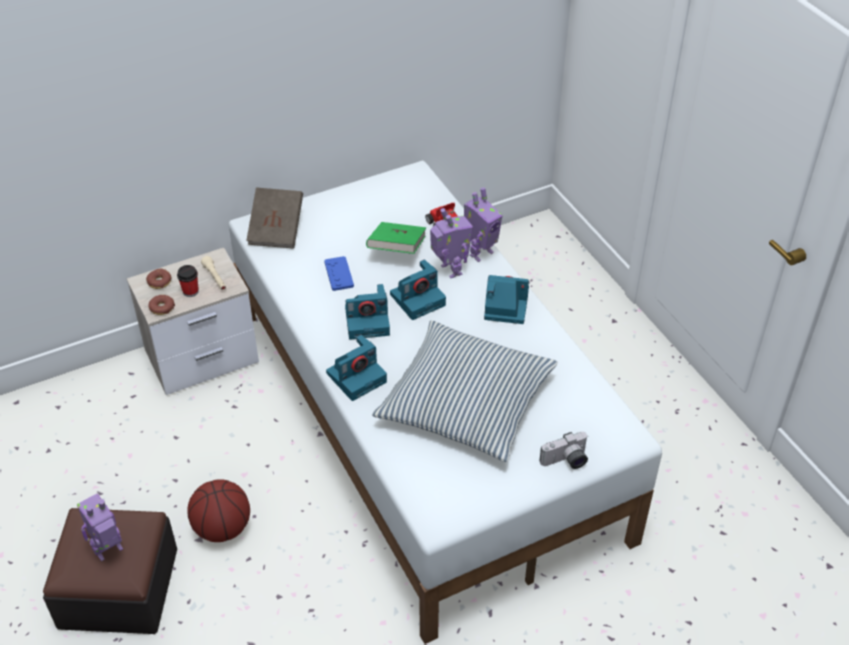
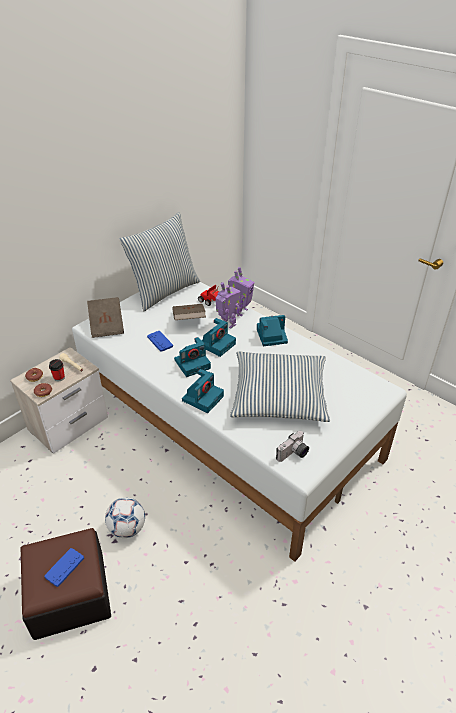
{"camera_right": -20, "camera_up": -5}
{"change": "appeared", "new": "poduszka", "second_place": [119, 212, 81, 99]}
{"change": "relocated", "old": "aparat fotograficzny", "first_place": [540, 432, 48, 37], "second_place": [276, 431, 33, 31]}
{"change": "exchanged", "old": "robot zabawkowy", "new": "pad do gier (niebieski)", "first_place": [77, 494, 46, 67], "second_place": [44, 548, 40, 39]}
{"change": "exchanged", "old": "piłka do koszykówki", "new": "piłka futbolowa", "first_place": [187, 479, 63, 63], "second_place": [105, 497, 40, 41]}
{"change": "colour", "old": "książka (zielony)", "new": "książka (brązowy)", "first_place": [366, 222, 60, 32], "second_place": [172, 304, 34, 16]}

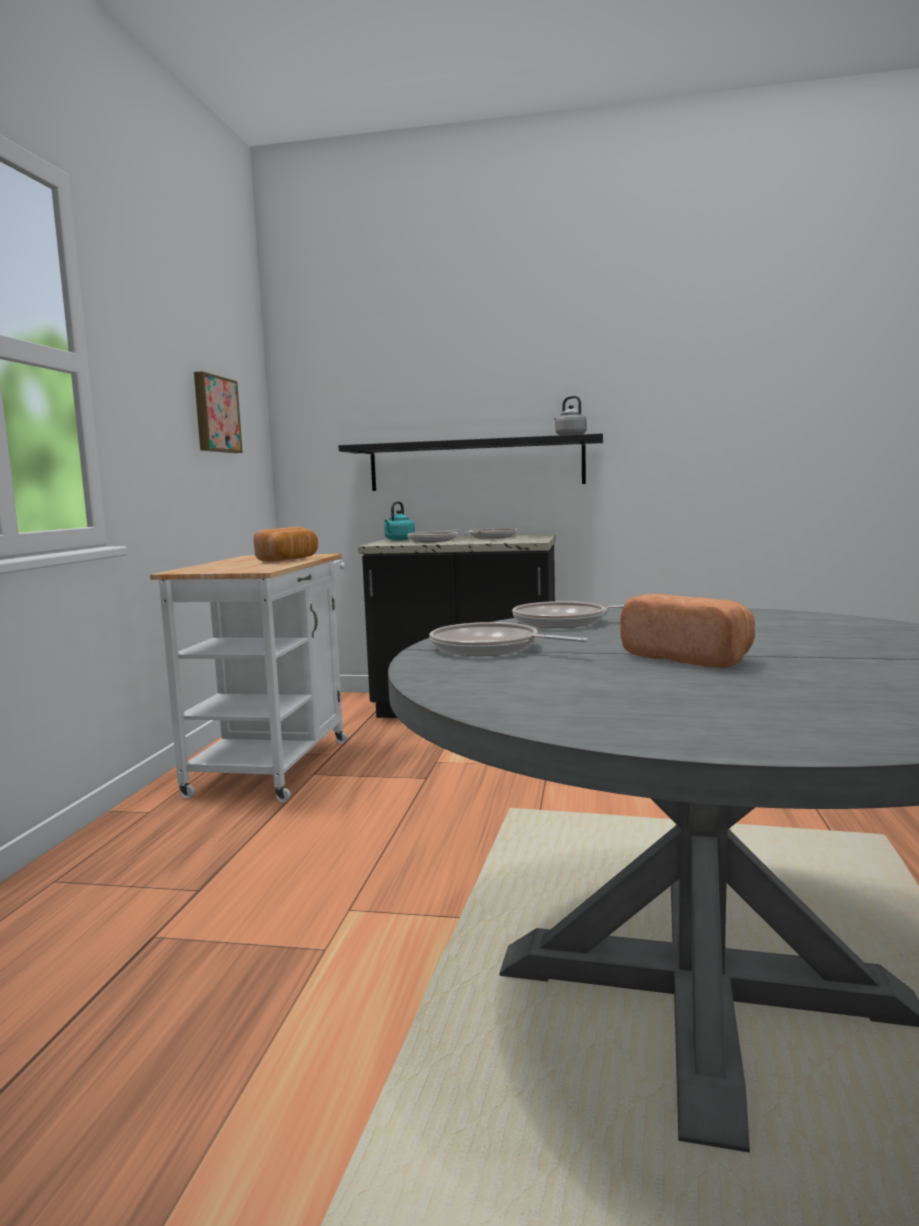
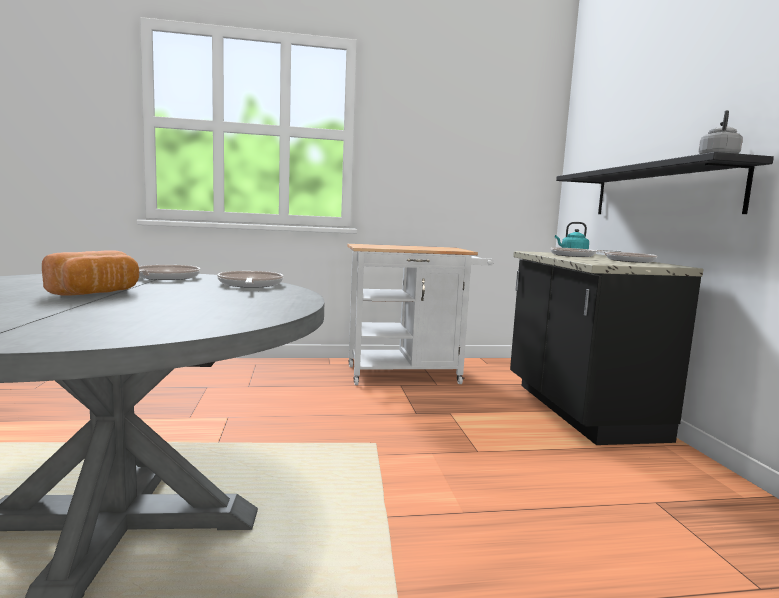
{"camera_right": 70, "camera_up": 0}
{"change": "missing", "old": "obraz", "first_place": [194, 371, 49, 82]}
{"change": "missing", "old": "chleb", "first_place": [254, 527, 64, 35]}

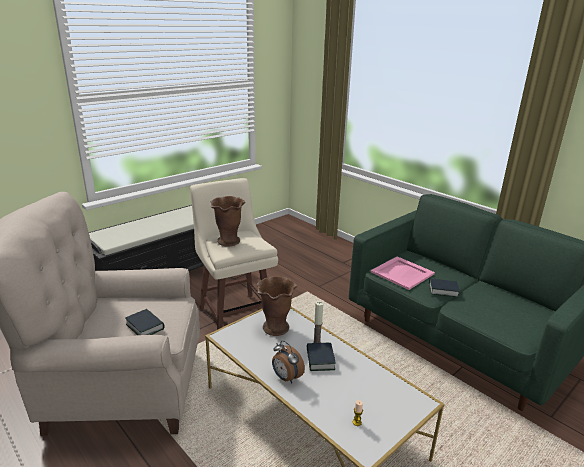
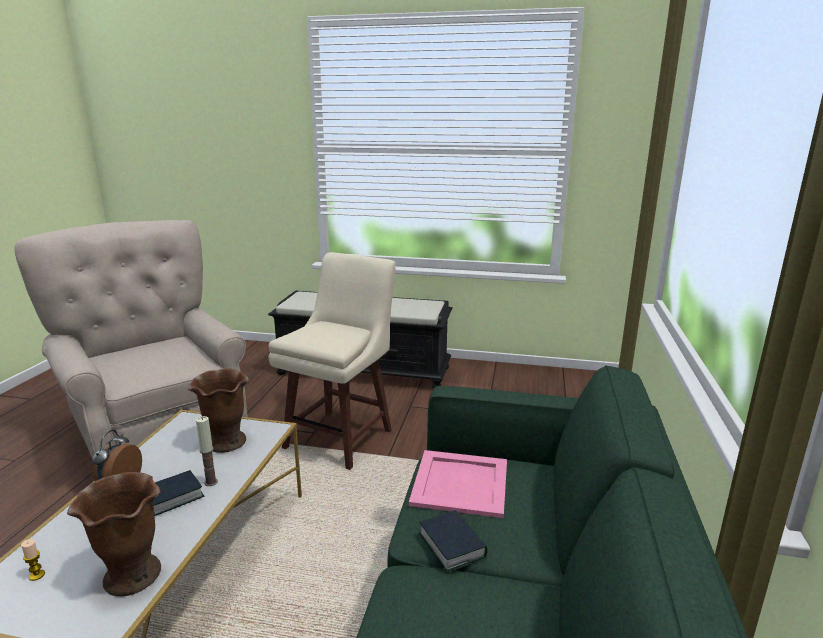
{"camera_right": 55, "camera_up": -5}
{"change": "missing", "old": "książka", "first_place": [125, 309, 39, 26]}
{"change": "relocated", "old": "wazon (brązowy)", "first_place": [210, 196, 35, 50], "second_place": [67, 472, 94, 124]}

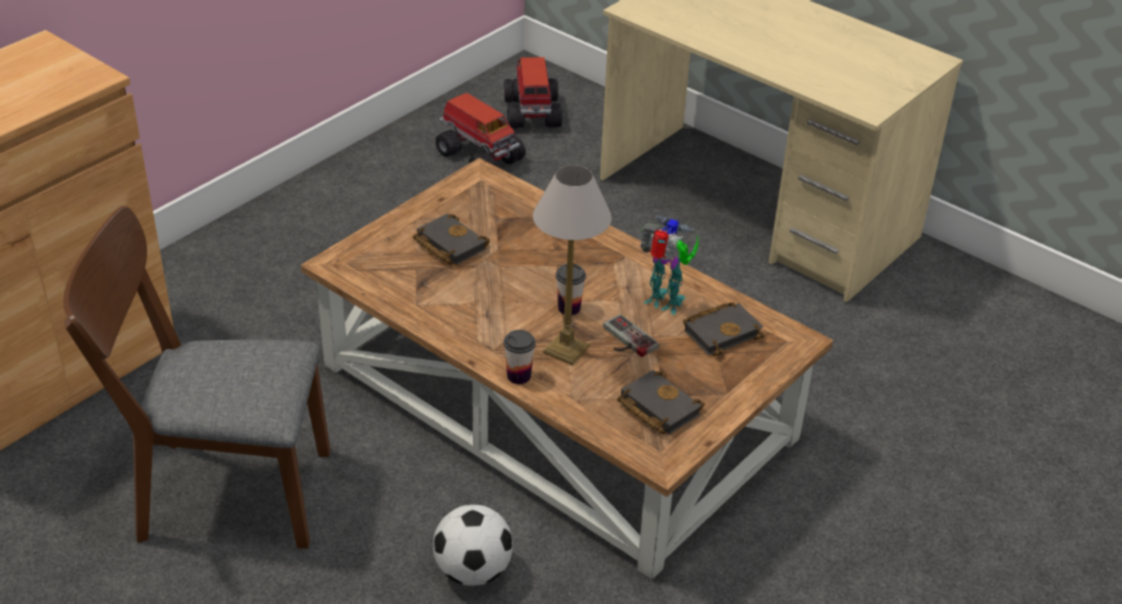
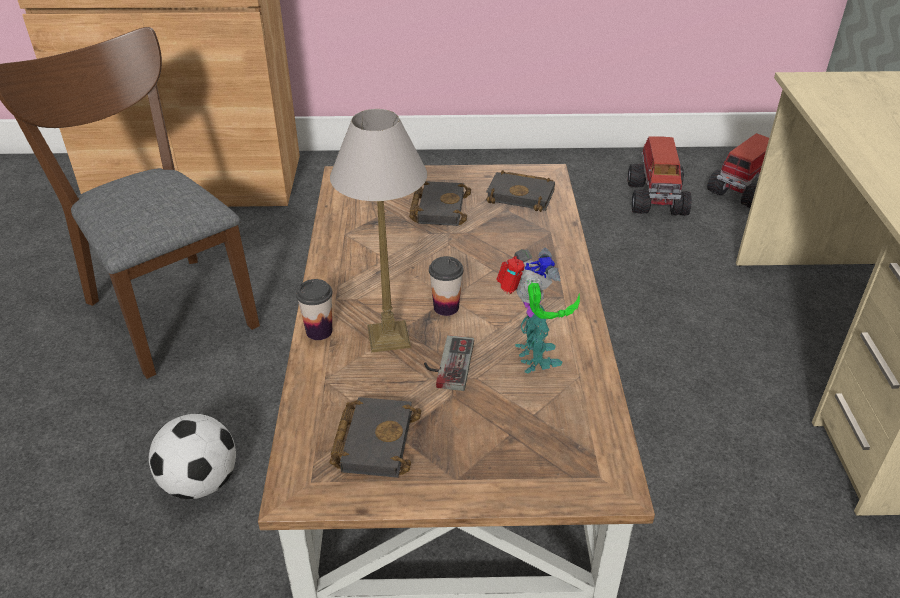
{"camera_right": 50, "camera_up": 0}
{"change": "relocated", "old": "książka (czarny)", "first_place": [683, 302, 82, 54], "second_place": [486, 170, 69, 42]}

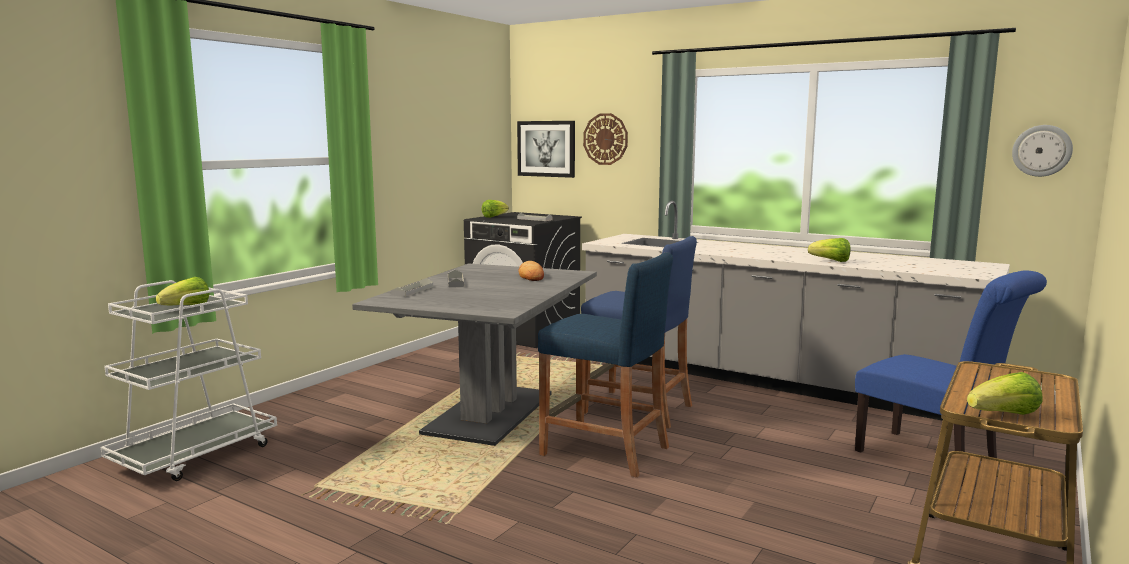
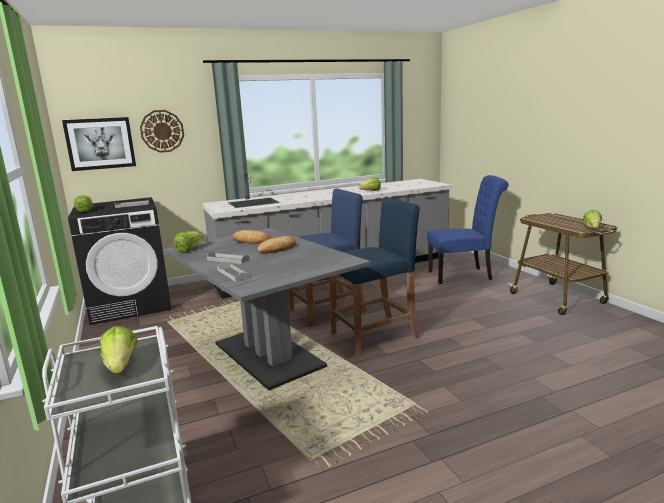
{"camera_right": -55, "camera_up": 5}
{"change": "missing", "old": "zegar ścienny", "first_place": [1012, 125, 61, 52]}
{"change": "appeared", "new": "sałata", "second_place": [173, 231, 30, 22]}
{"change": "appeared", "new": "chleb", "second_place": [257, 236, 39, 18]}

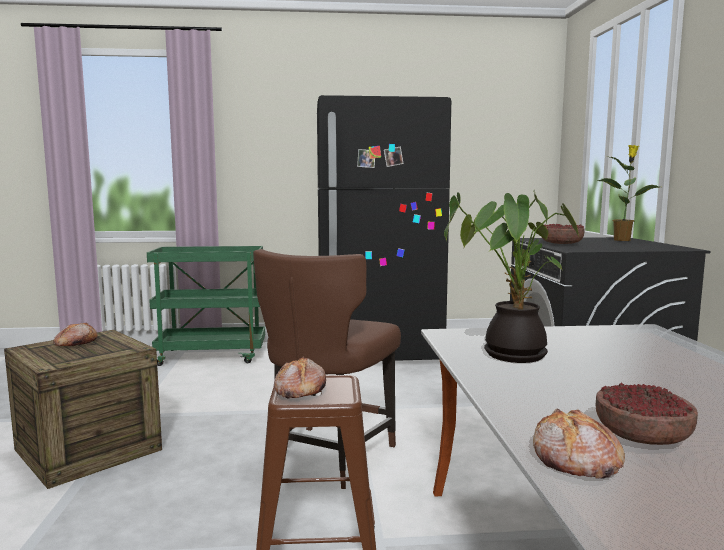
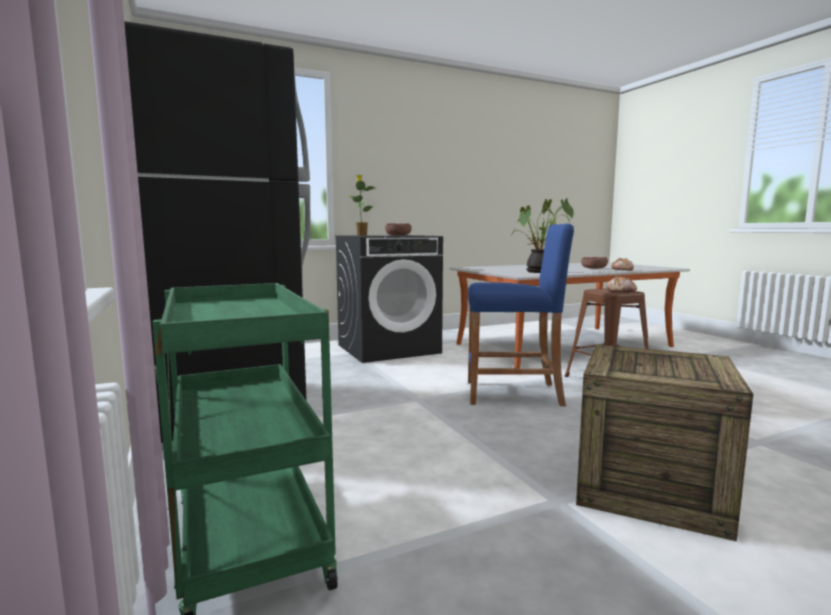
{"camera_right": -110, "camera_up": 0}
{"change": "missing", "old": "chleb", "first_place": [53, 322, 45, 24]}
{"change": "exchanged", "old": "krzesło (brązowy)", "new": "stołek (niebieski)", "first_place": [253, 249, 148, 240], "second_place": [468, 223, 106, 183]}

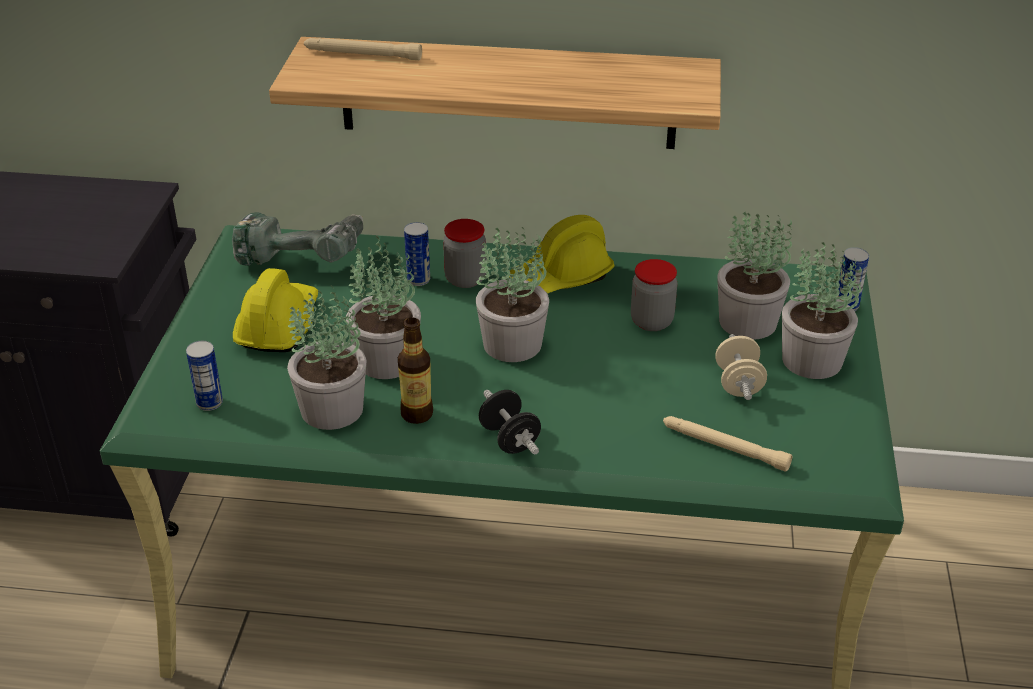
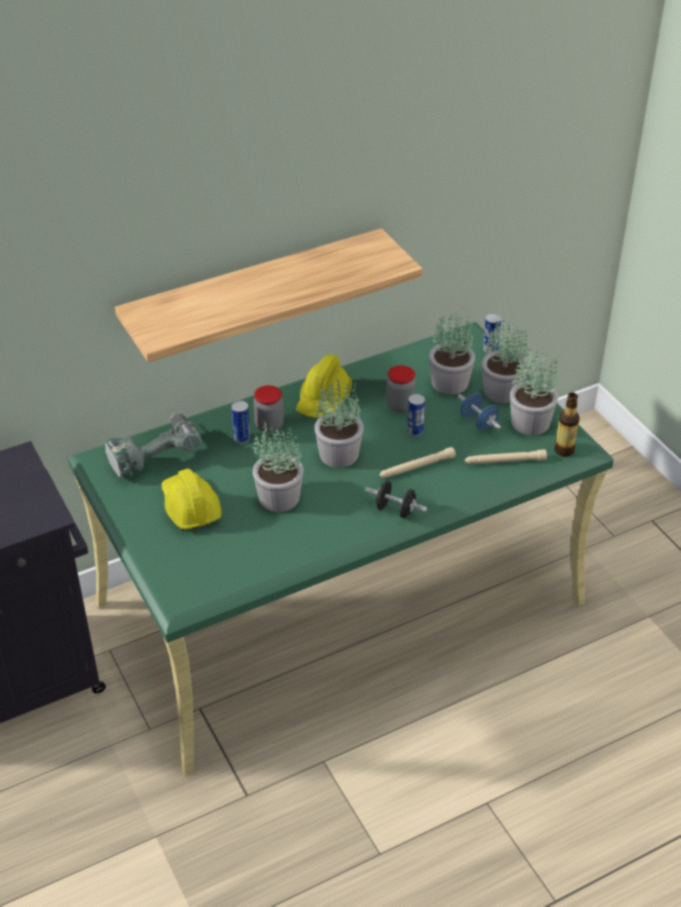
{"camera_right": -35, "camera_up": 5}
{"change": "relocated", "old": "puszka", "first_place": [186, 341, 37, 70], "second_place": [407, 394, 18, 43]}
{"change": "relocated", "old": "roślina doniczkowa", "first_place": [287, 286, 80, 144], "second_place": [510, 349, 48, 86]}
{"change": "relocated", "old": "latarka (beżowy)", "first_place": [304, 38, 118, 22], "second_place": [380, 447, 76, 31]}
{"change": "relocated", "old": "butelka", "first_place": [398, 317, 35, 107], "second_place": [554, 392, 26, 64]}
{"change": "colour", "old": "hantel (beżowy)", "new": "hantel (niebieski)", "first_place": [715, 334, 52, 66], "second_place": [458, 393, 43, 37]}

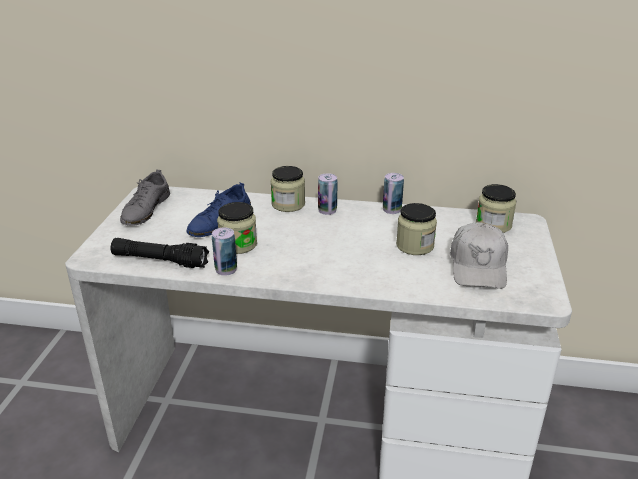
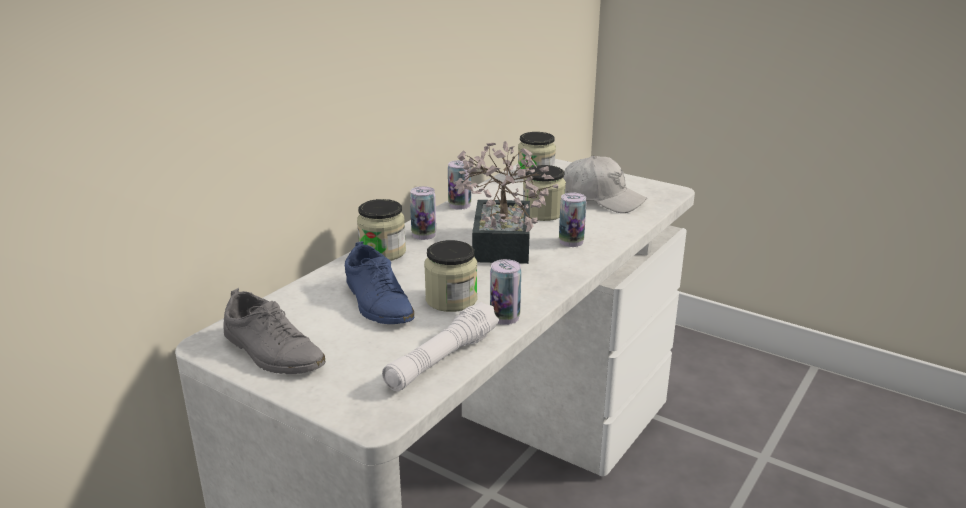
{"camera_right": -65, "camera_up": -5}
{"change": "appeared", "new": "roślina doniczkowa", "second_place": [454, 141, 105, 123]}
{"change": "appeared", "new": "puszka", "second_place": [559, 193, 28, 54]}
{"change": "colour", "old": "latarka (czarny)", "new": "latarka (biały)", "first_place": [110, 238, 99, 30], "second_place": [382, 302, 117, 89]}

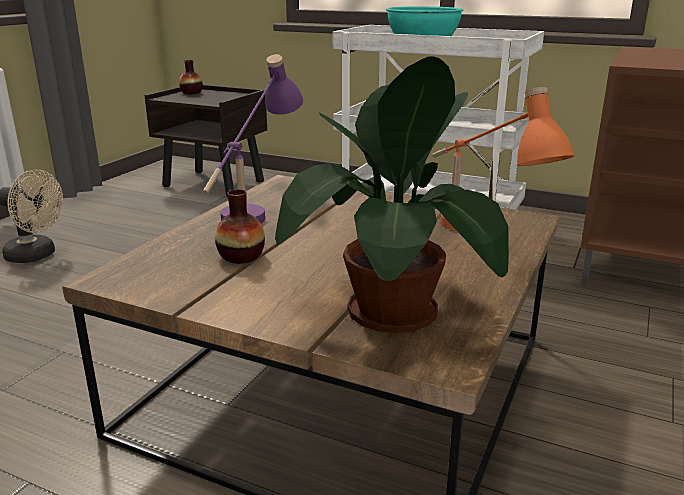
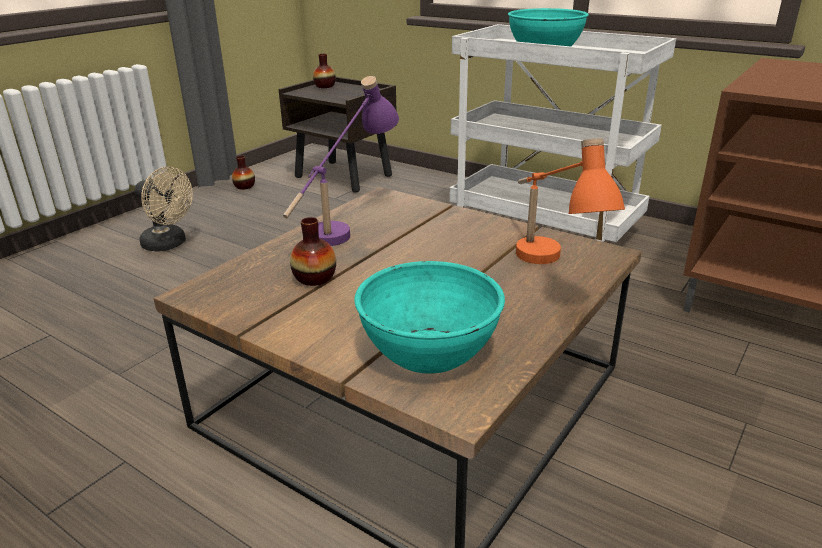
{"camera_right": 10, "camera_up": 5}
{"change": "appeared", "new": "wazon", "second_place": [232, 156, 23, 34]}
{"change": "exchanged", "old": "roślina doniczkowa", "new": "miska (turkusowy)", "first_place": [275, 57, 234, 276], "second_place": [355, 261, 150, 113]}

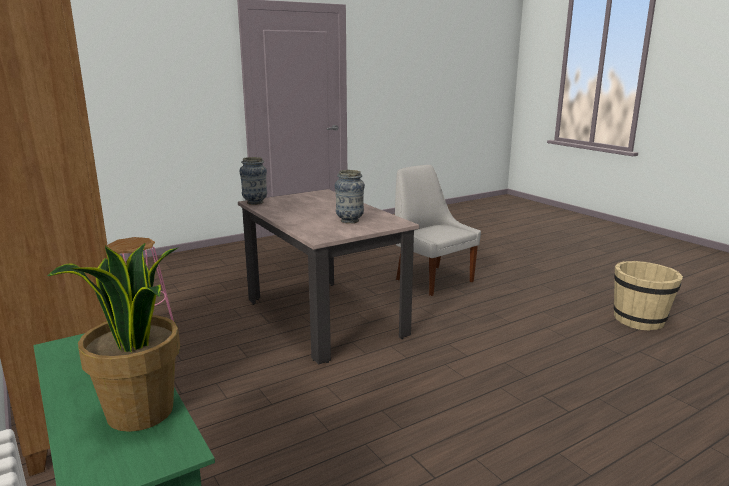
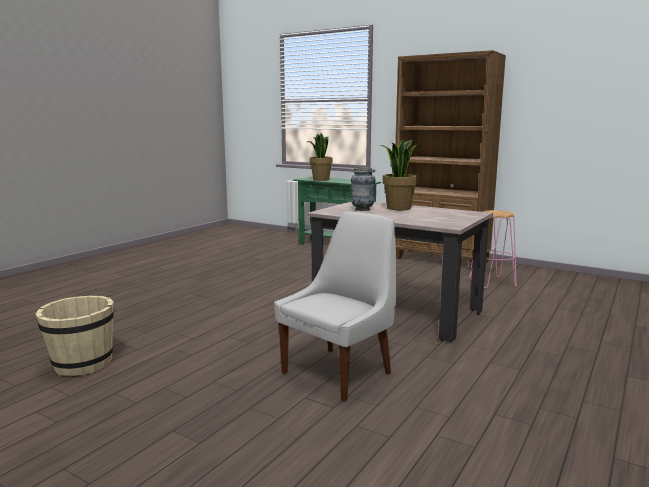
{"camera_right": 155, "camera_up": -5}
{"change": "missing", "old": "wazon", "first_place": [239, 157, 28, 48]}
{"change": "appeared", "new": "roślina doniczkowa", "second_place": [381, 139, 42, 71]}
{"change": "spun", "old": "krzesło (biały)", "first_place": [395, 165, 86, 131], "second_place": [274, 211, 122, 191], "degrees": -75}

